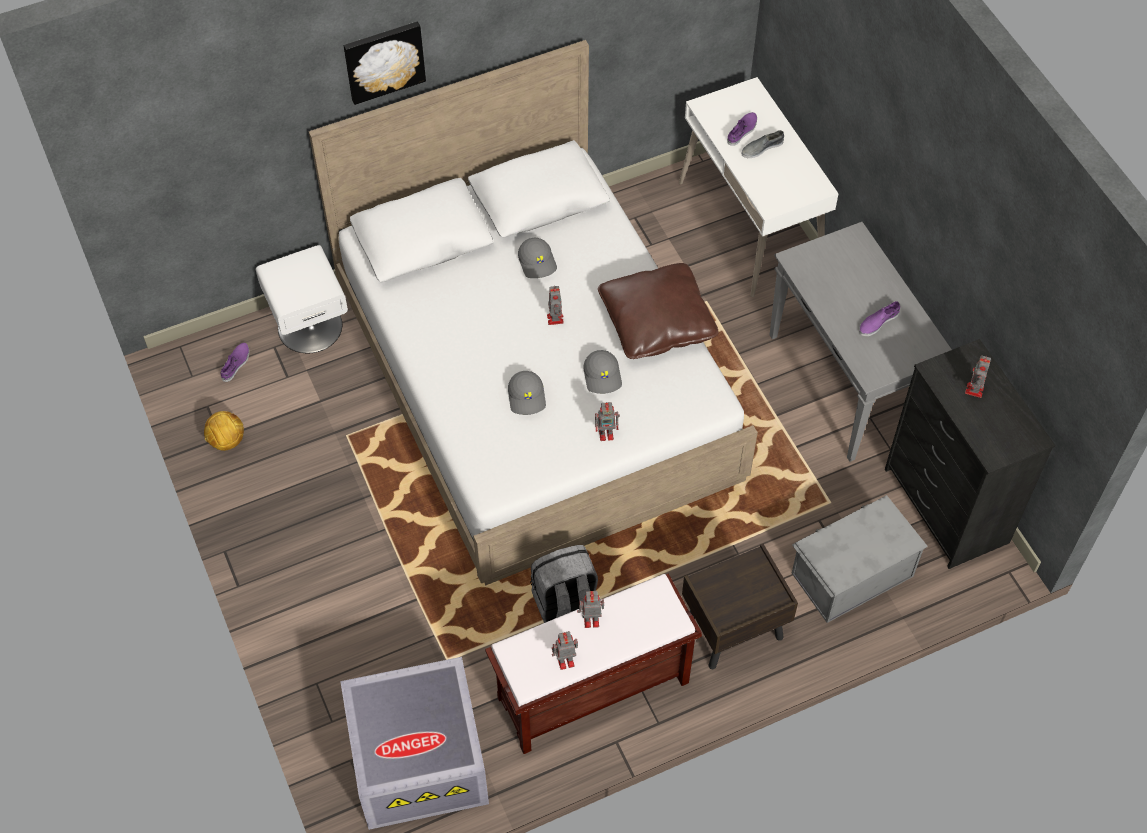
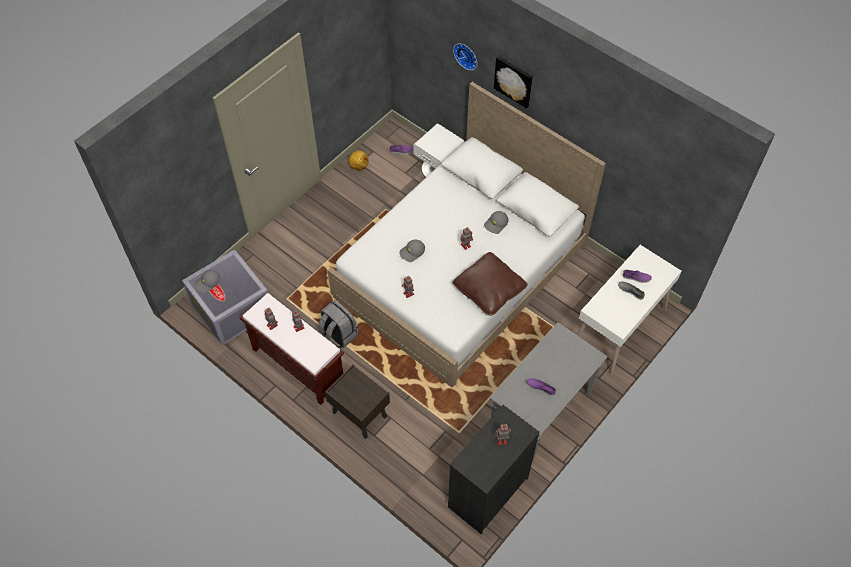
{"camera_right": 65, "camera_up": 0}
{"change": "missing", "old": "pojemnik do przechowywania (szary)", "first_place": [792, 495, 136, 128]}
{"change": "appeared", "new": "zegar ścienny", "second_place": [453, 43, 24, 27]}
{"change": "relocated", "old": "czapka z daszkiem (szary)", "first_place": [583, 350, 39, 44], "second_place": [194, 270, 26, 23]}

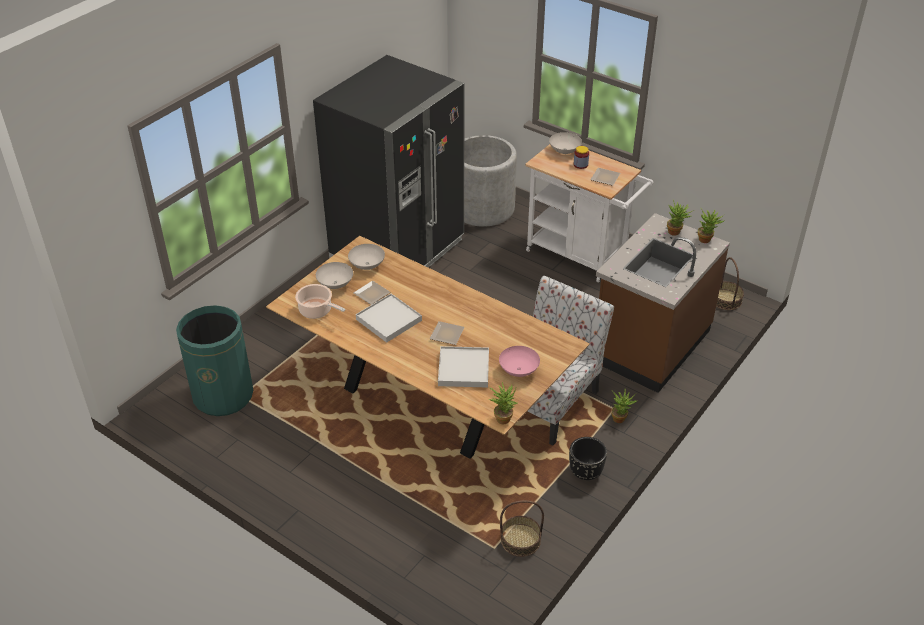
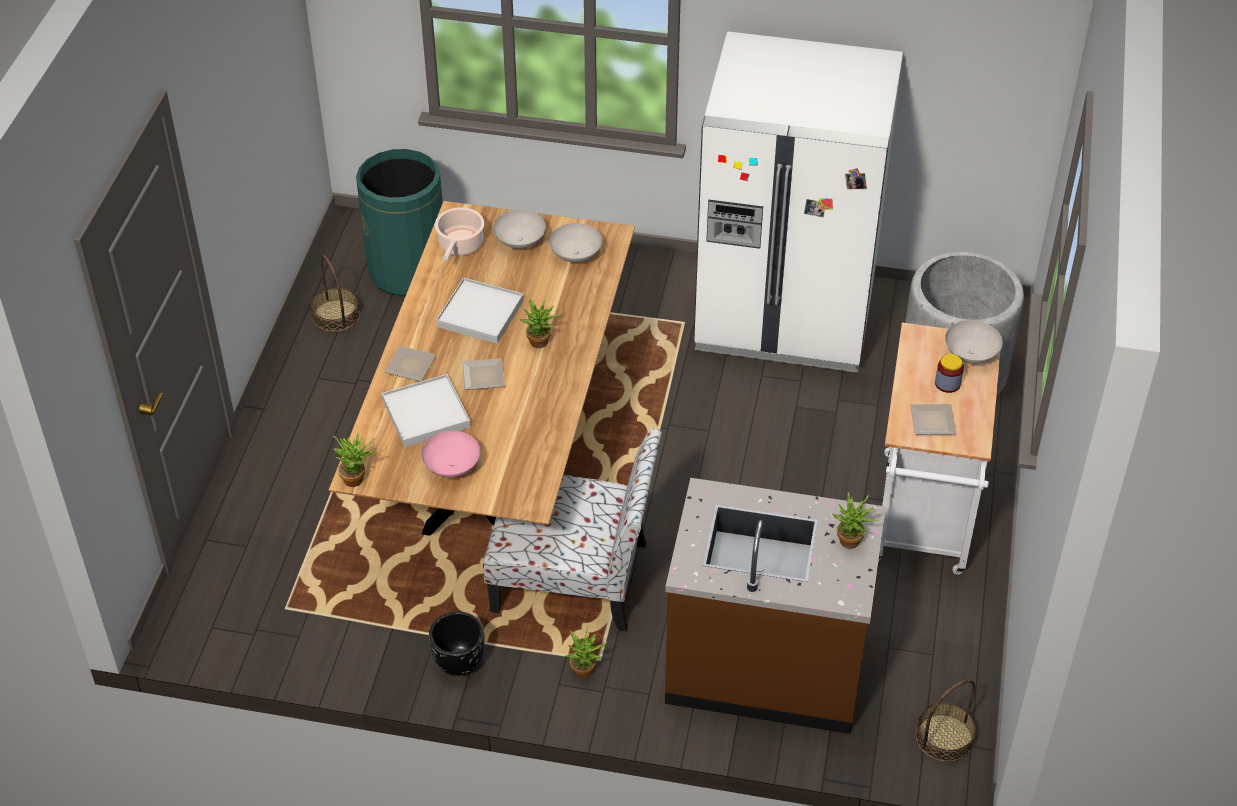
{"camera_right": 65, "camera_up": 5}
{"change": "relocated", "old": "talerz", "first_place": [354, 281, 36, 24], "second_place": [385, 346, 51, 35]}
{"change": "relocated", "old": "koszyk", "first_place": [500, 500, 44, 57], "second_place": [311, 255, 49, 77]}
{"change": "relocated", "old": "roślina doniczkowa", "first_place": [698, 208, 26, 35], "second_place": [519, 295, 42, 53]}
{"change": "colour", "old": "lodówka (czarny)", "new": "lodówka (biały)", "first_place": [313, 55, 151, 213], "second_place": [693, 31, 210, 342]}

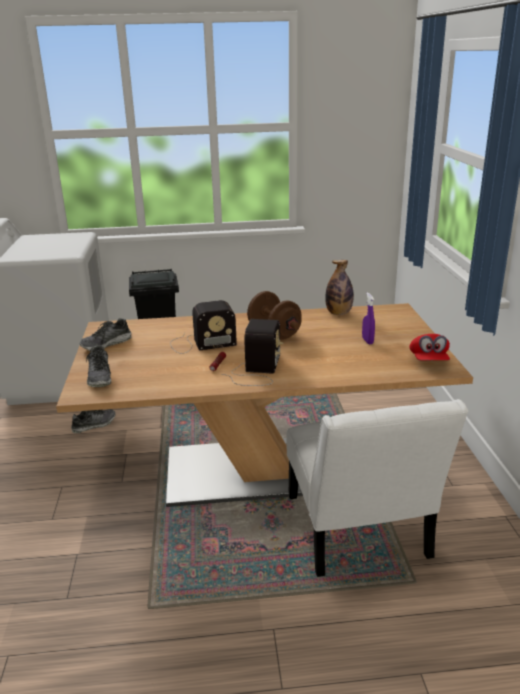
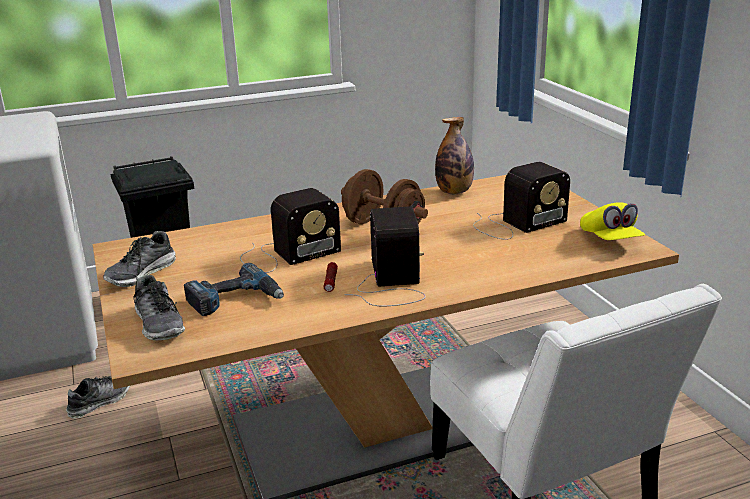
{"camera_right": -15, "camera_up": 0}
{"change": "appeared", "new": "wiertarka", "second_place": [184, 263, 100, 53]}
{"change": "exchanged", "old": "spryskiwacz (fioletowy)", "new": "radio", "first_place": [362, 292, 13, 52], "second_place": [473, 162, 97, 78]}
{"change": "colour", "old": "czapka z daszkiem (czerwony)", "new": "czapka z daszkiem (żółty)", "first_place": [409, 334, 41, 27], "second_place": [580, 202, 65, 38]}

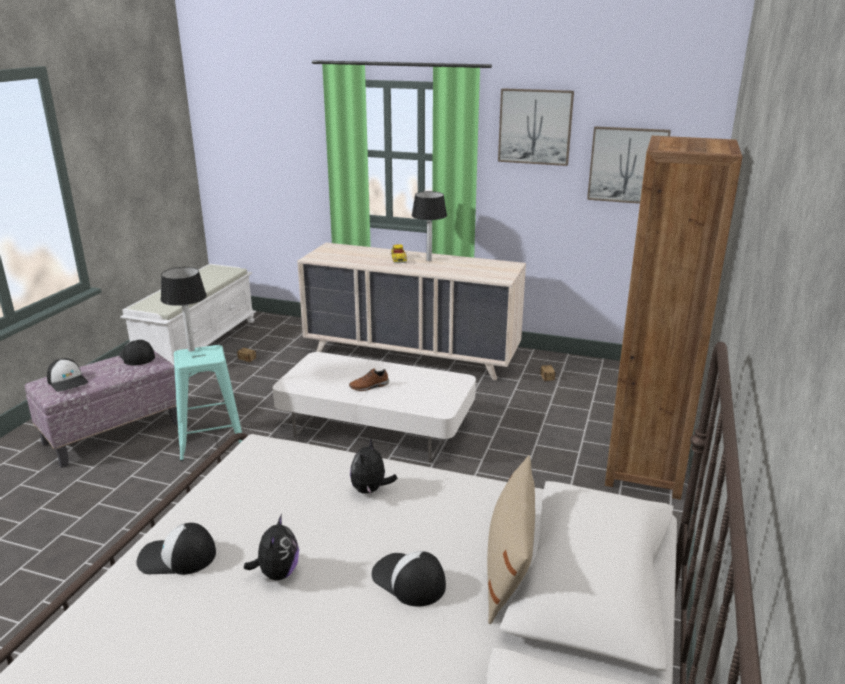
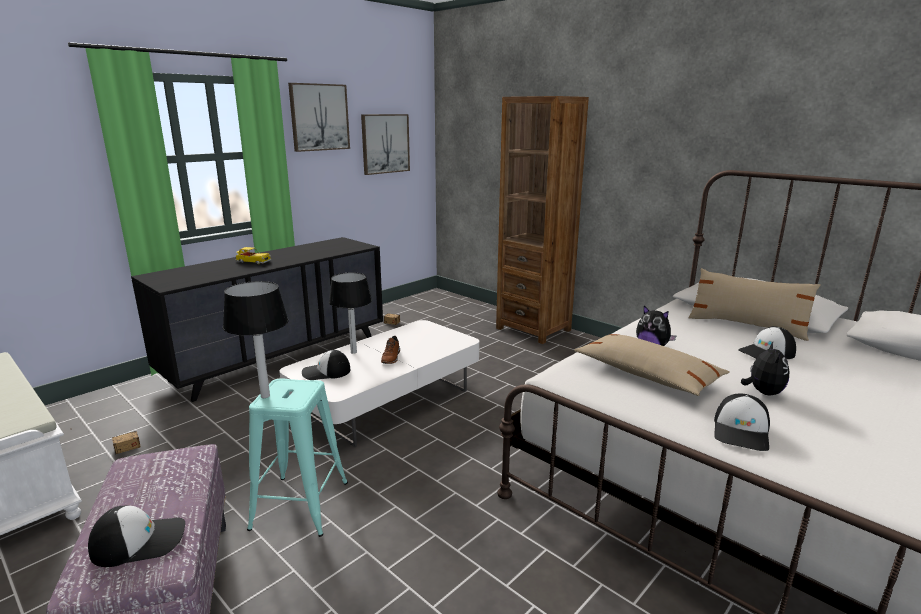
{"camera_right": -65, "camera_up": -5}
{"change": "appeared", "new": "poduszka (beżowy)", "second_place": [574, 334, 156, 62]}
{"change": "relocated", "old": "czapka z daszkiem", "first_place": [119, 339, 36, 26], "second_place": [302, 350, 49, 30]}
{"change": "relocated", "old": "lampa stołowa", "first_place": [412, 191, 35, 70], "second_place": [329, 272, 43, 82]}
{"change": "colour", "old": "komoda (beżowy)", "new": "komoda (czarny)", "first_place": [297, 243, 229, 137], "second_place": [131, 237, 252, 165]}
{"change": "spun", "old": "pluszak", "first_place": [244, 514, 55, 66], "second_place": [741, 342, 49, 53], "degrees": 75}

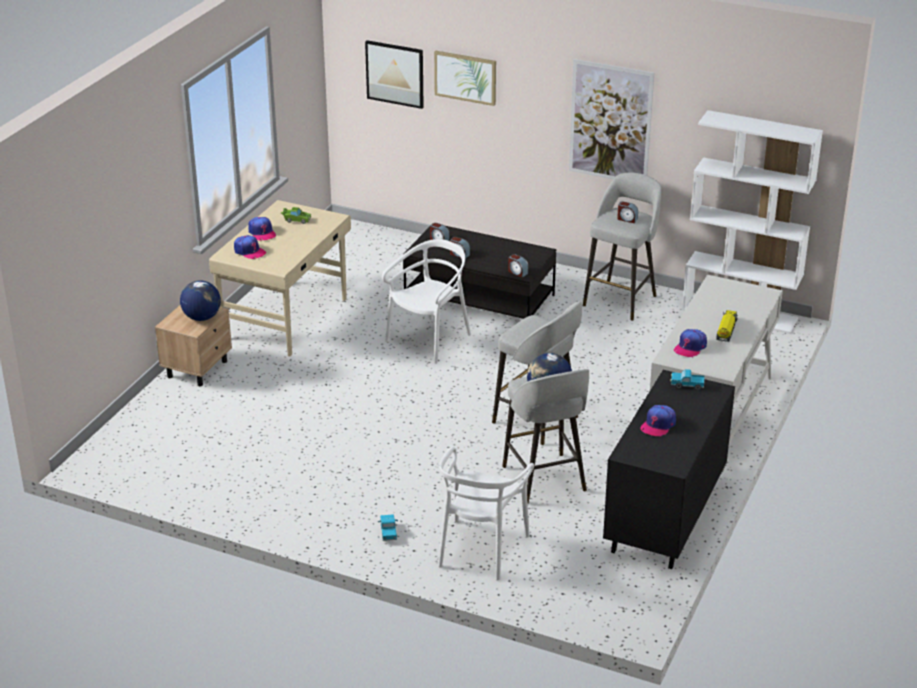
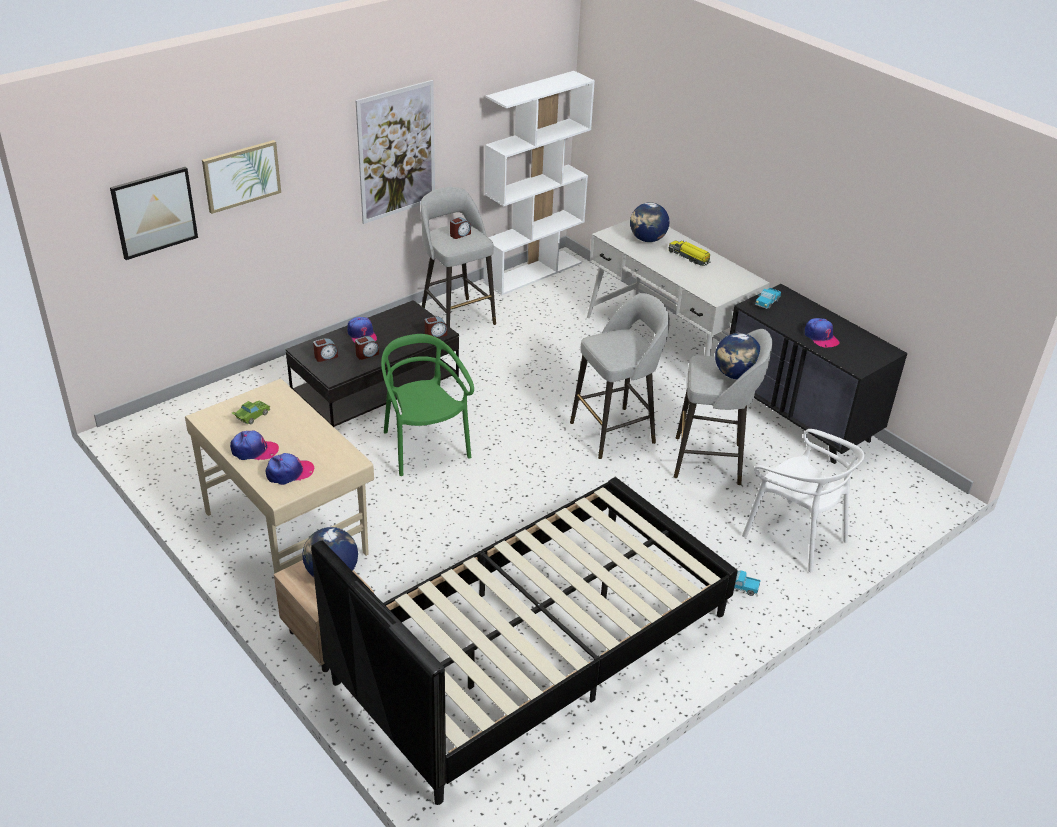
{"camera_right": -65, "camera_up": 5}
{"change": "appeared", "new": "łóżko (czarny)", "second_place": [311, 477, 427, 328]}
{"change": "appeared", "new": "globus", "second_place": [630, 202, 39, 40]}
{"change": "relocated", "old": "czapka z daszkiem", "first_place": [674, 329, 33, 28], "second_place": [347, 317, 30, 25]}
{"change": "colour", "old": "krzesło (biały)", "new": "krzesło (zielony)", "first_place": [382, 239, 89, 125], "second_place": [381, 334, 93, 142]}

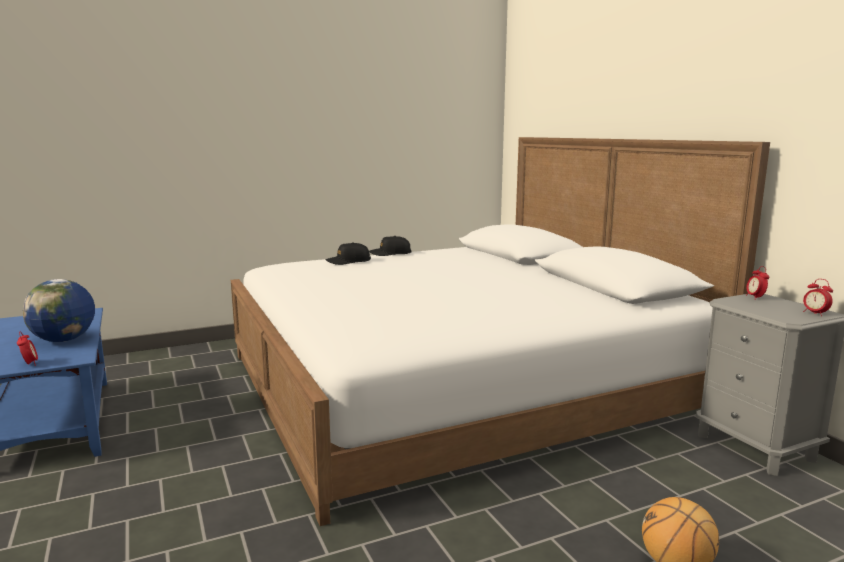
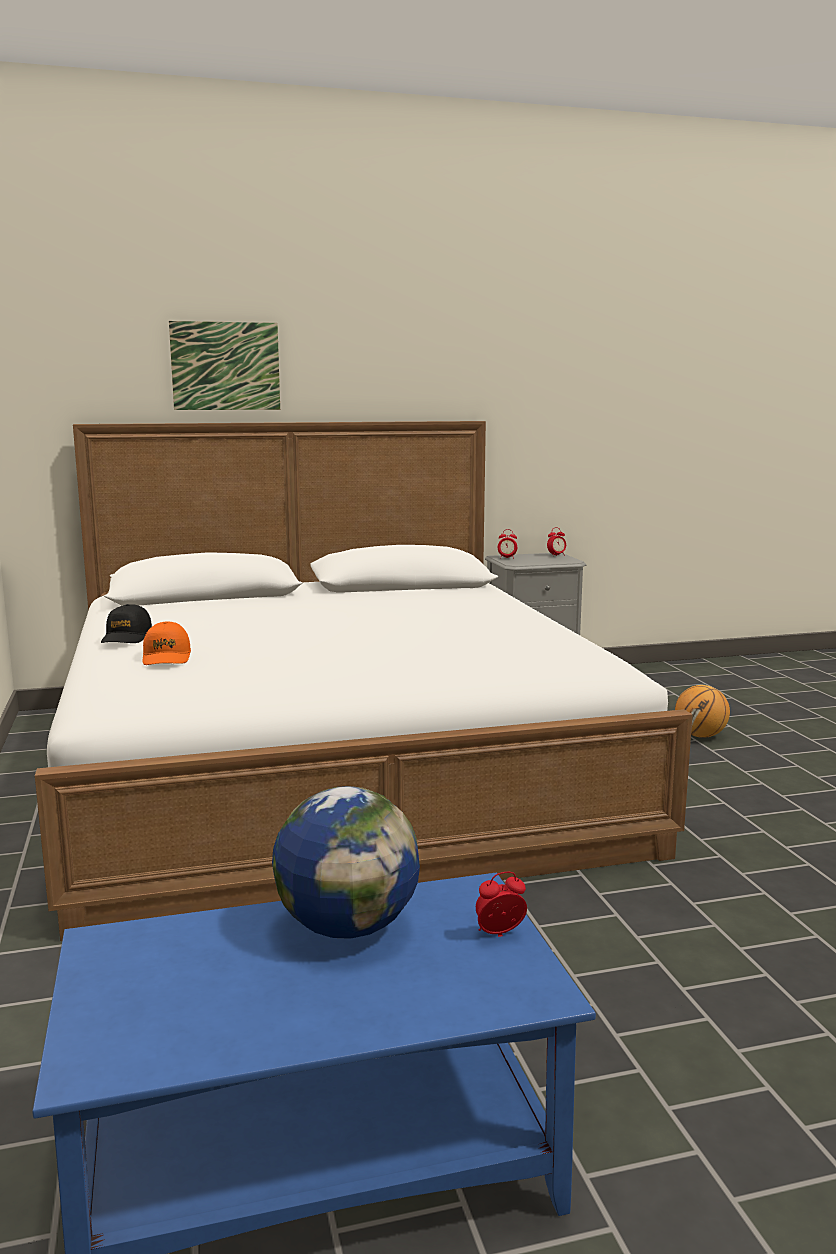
{"camera_right": -80, "camera_up": 0}
{"change": "appeared", "new": "obraz", "second_place": [169, 321, 111, 89]}
{"change": "colour", "old": "czapka z daszkiem (czarny)", "new": "czapka z daszkiem (pomarańczowy)", "first_place": [326, 242, 45, 23], "second_place": [142, 621, 49, 44]}

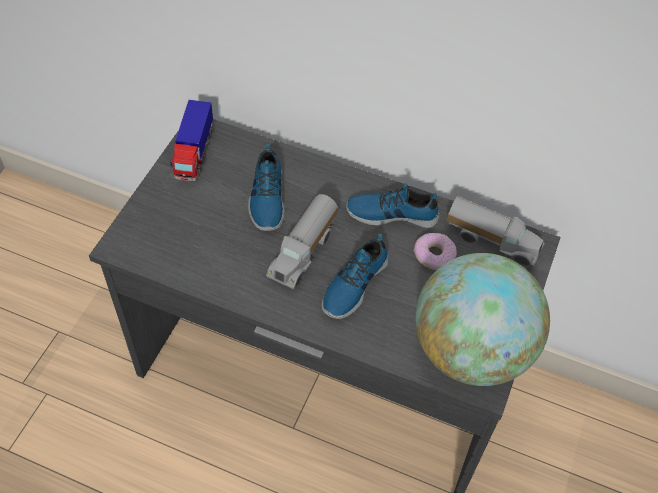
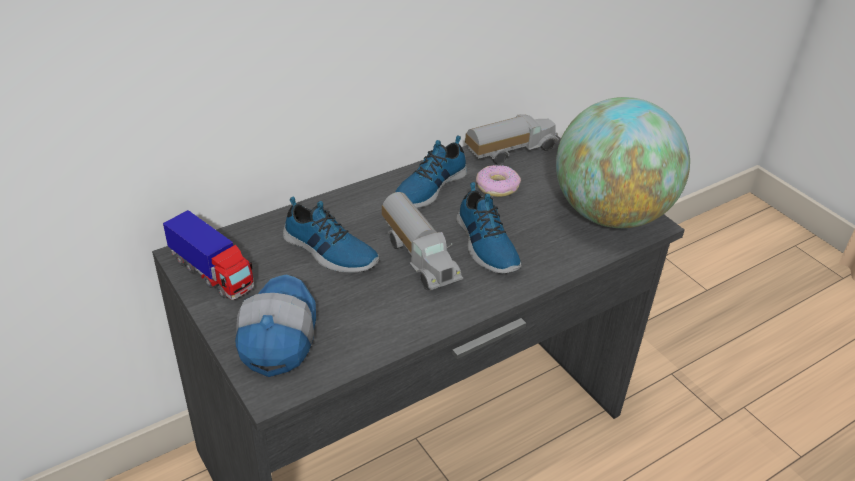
{"camera_right": -55, "camera_up": -15}
{"change": "appeared", "new": "czapka z daszkiem", "second_place": [235, 274, 81, 103]}

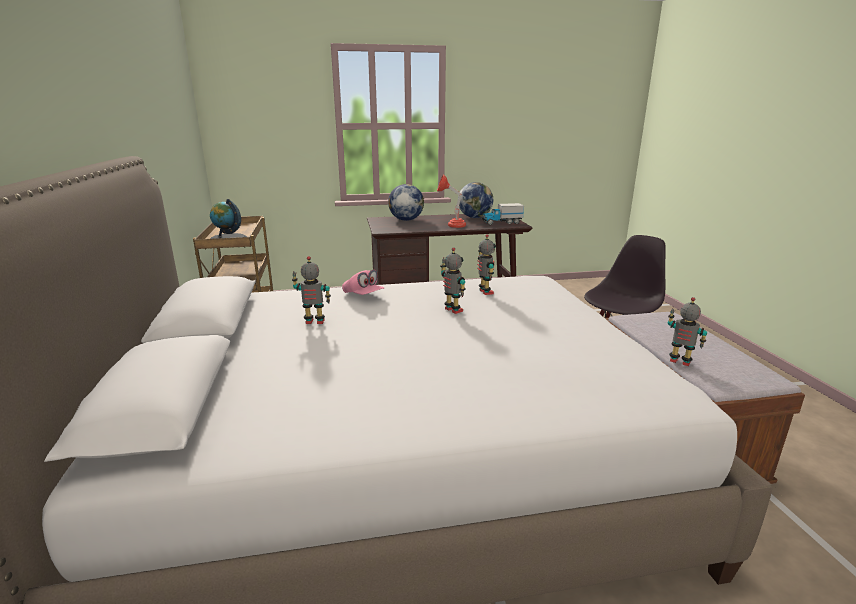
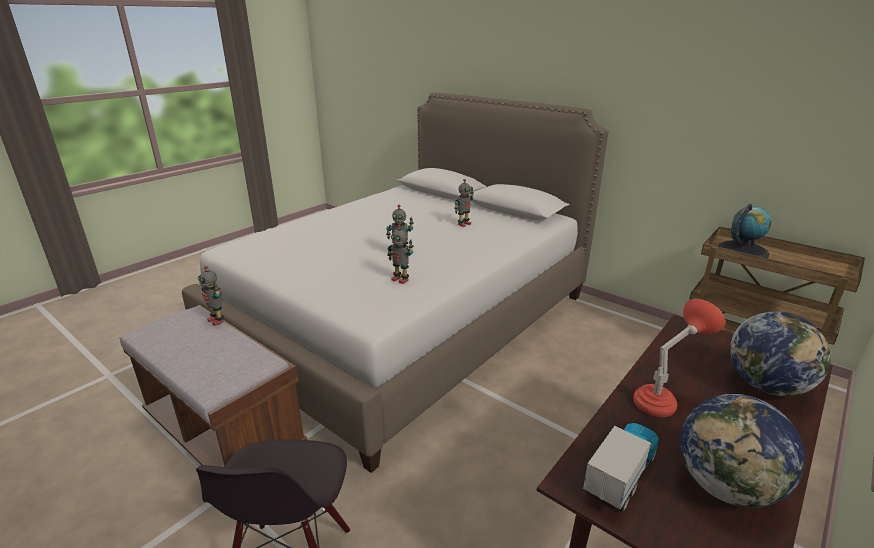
{"camera_right": 140, "camera_up": 5}
{"change": "missing", "old": "czapka z daszkiem (różowy)", "first_place": [342, 269, 42, 26]}
{"change": "spun", "old": "robot zabawkowy", "first_place": [667, 297, 40, 69], "second_place": [198, 266, 26, 60], "degrees": 45}

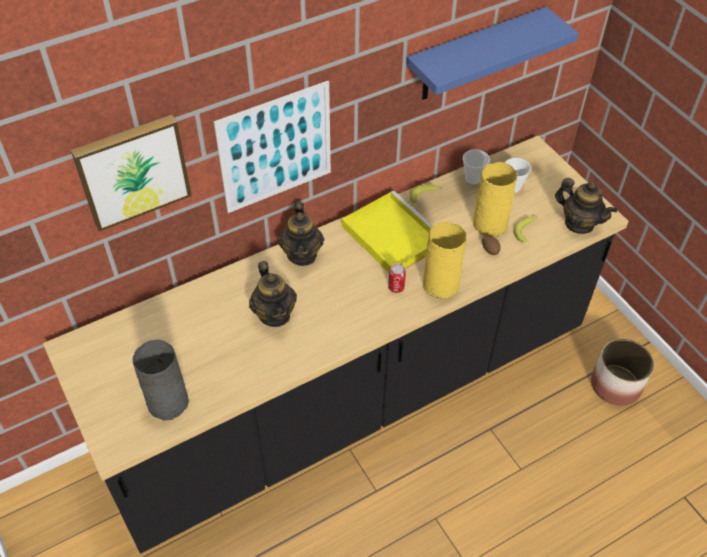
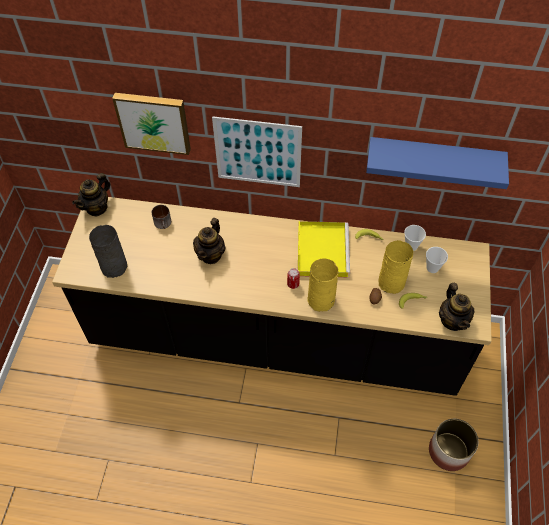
{"camera_right": 40, "camera_up": 5}
{"change": "appeared", "new": "kubek", "second_place": [151, 205, 20, 24]}
{"change": "relocated", "old": "imbryk", "first_place": [278, 202, 46, 64], "second_place": [72, 173, 38, 43]}

